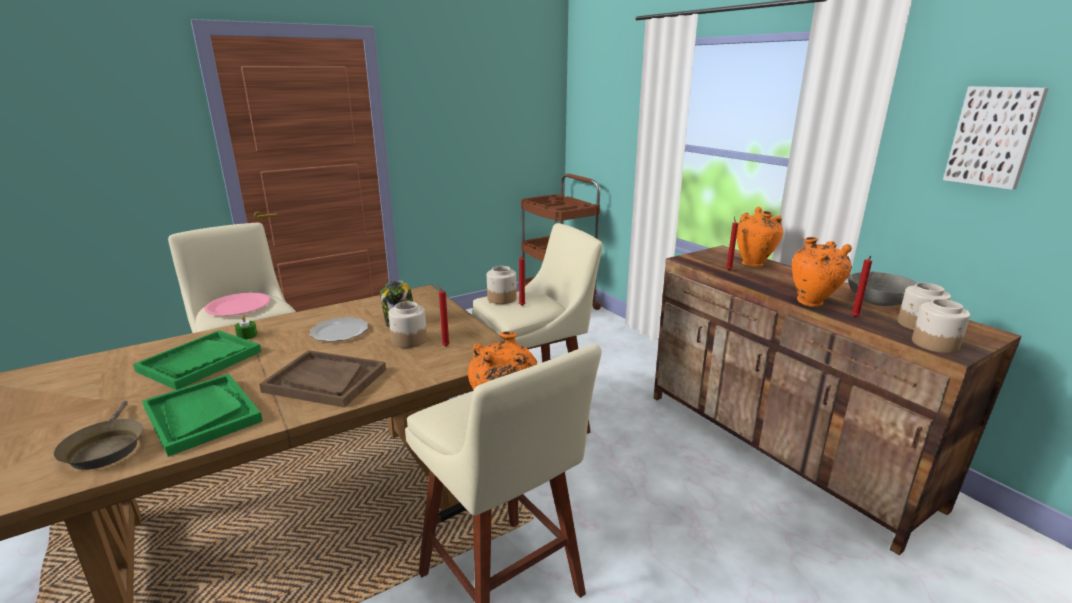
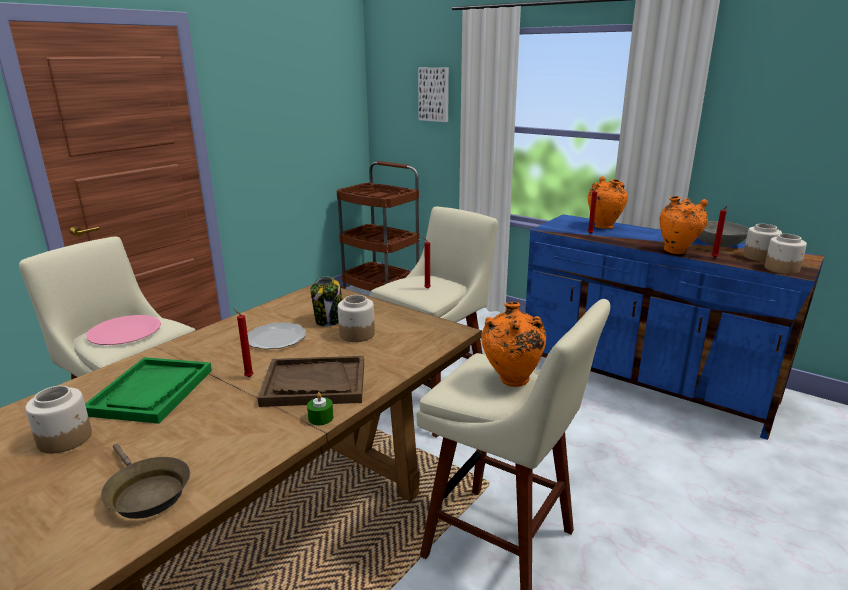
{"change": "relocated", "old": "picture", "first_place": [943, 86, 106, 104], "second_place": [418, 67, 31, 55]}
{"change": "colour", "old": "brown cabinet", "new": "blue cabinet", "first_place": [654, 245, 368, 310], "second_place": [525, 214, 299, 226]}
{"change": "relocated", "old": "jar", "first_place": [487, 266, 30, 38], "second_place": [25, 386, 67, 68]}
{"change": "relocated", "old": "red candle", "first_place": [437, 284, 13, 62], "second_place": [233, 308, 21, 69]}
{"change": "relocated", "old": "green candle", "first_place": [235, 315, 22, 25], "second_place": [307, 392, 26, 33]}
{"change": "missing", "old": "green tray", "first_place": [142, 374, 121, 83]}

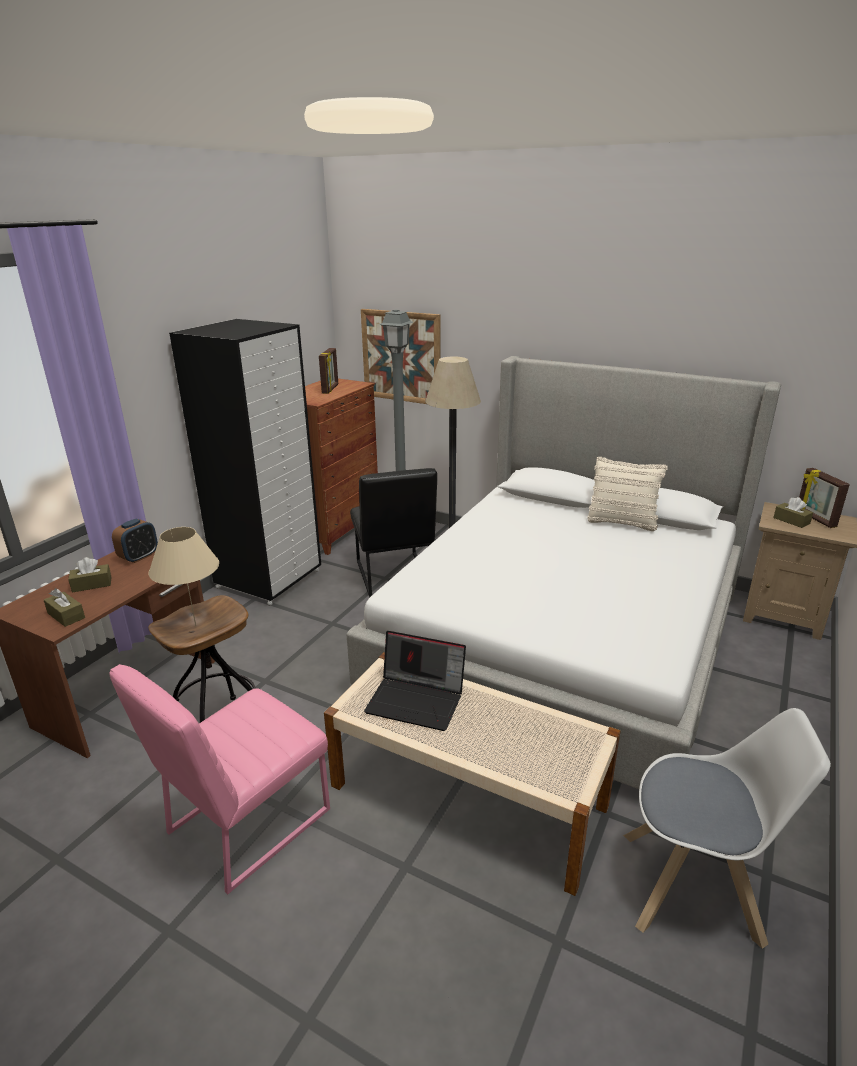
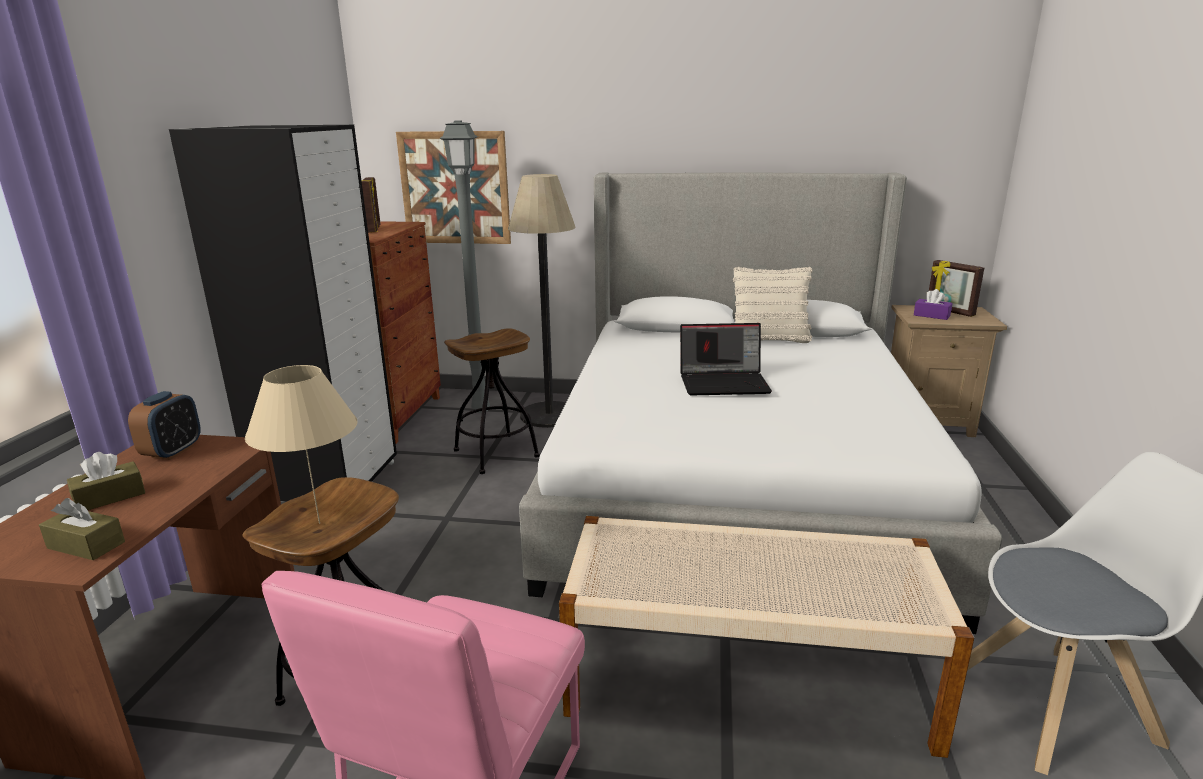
{"change": "exchanged", "old": "black chair", "new": "brown stool", "first_place": [350, 468, 87, 130], "second_place": [444, 328, 96, 146]}
{"change": "colour", "old": "brown tissue box", "new": "purple tissue box", "first_place": [773, 497, 40, 31], "second_place": [914, 289, 38, 31]}
{"change": "relocated", "old": "laptop", "first_place": [364, 631, 102, 100], "second_place": [680, 323, 92, 72]}

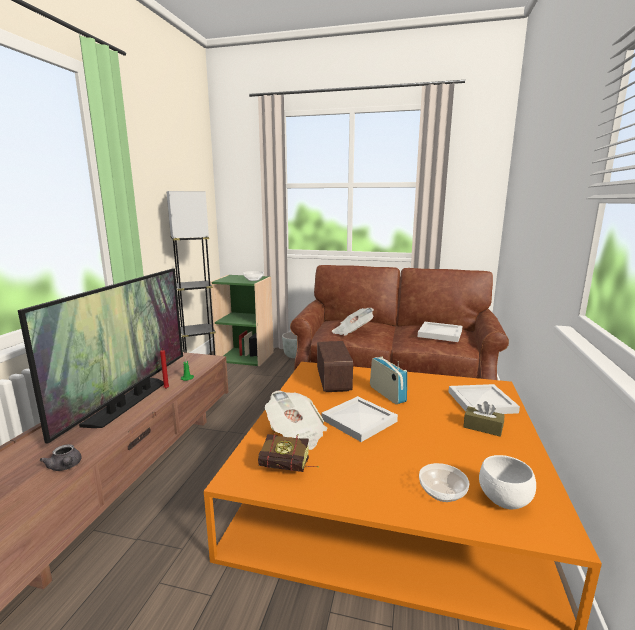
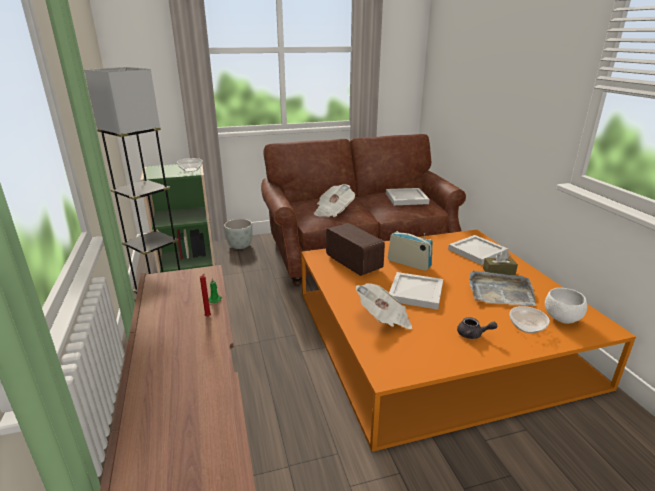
{"change": "missing", "old": "television", "first_place": [18, 268, 165, 176]}
{"change": "missing", "old": "book", "first_place": [258, 432, 61, 40]}
{"change": "relocated", "old": "grey teapot", "first_place": [40, 444, 42, 27], "second_place": [457, 317, 40, 22]}
{"change": "appeared", "new": "grey tray", "second_place": [469, 270, 68, 36]}

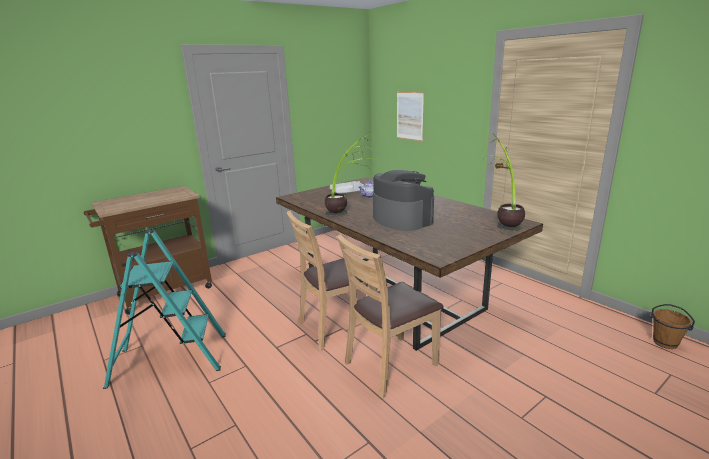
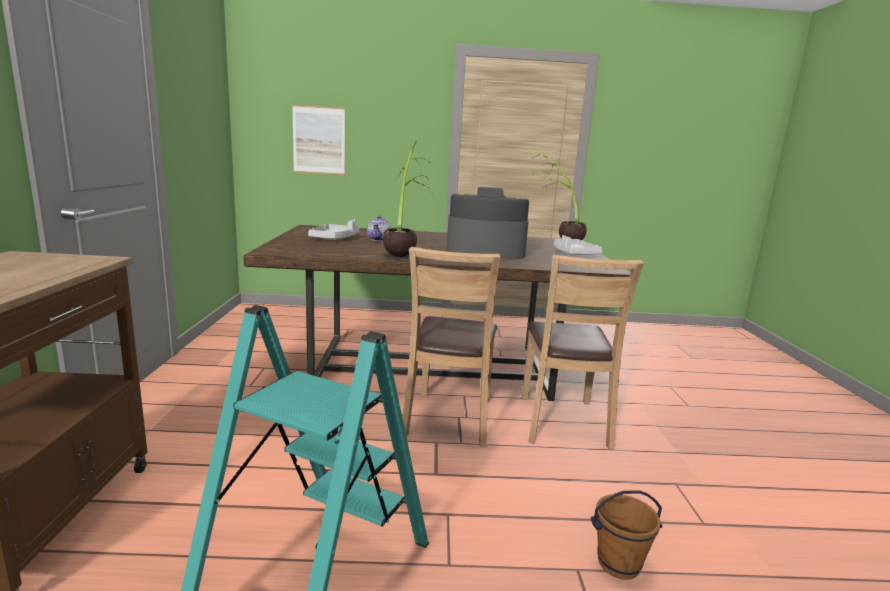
{"change": "relocated", "old": "brown bucket", "first_place": [650, 304, 45, 45], "second_place": [591, 490, 71, 90]}
{"change": "appeared", "new": "grey tray", "second_place": [554, 235, 49, 20]}

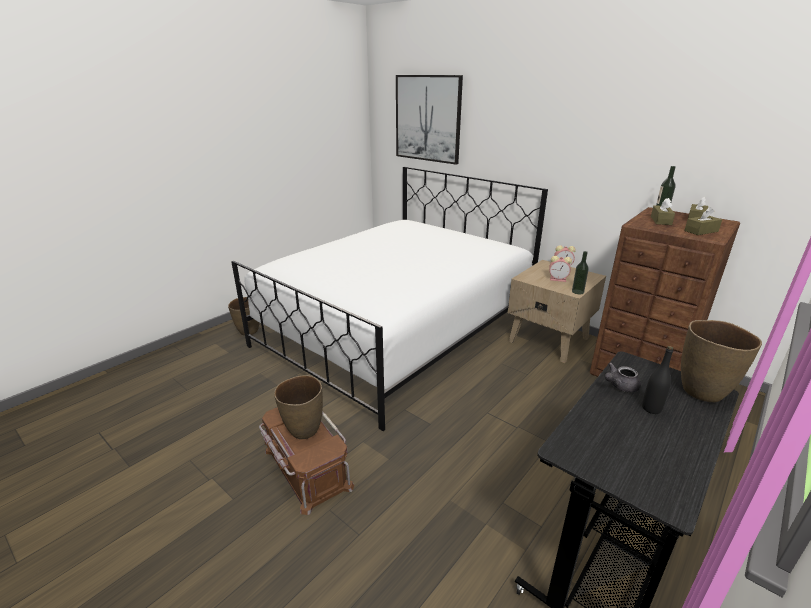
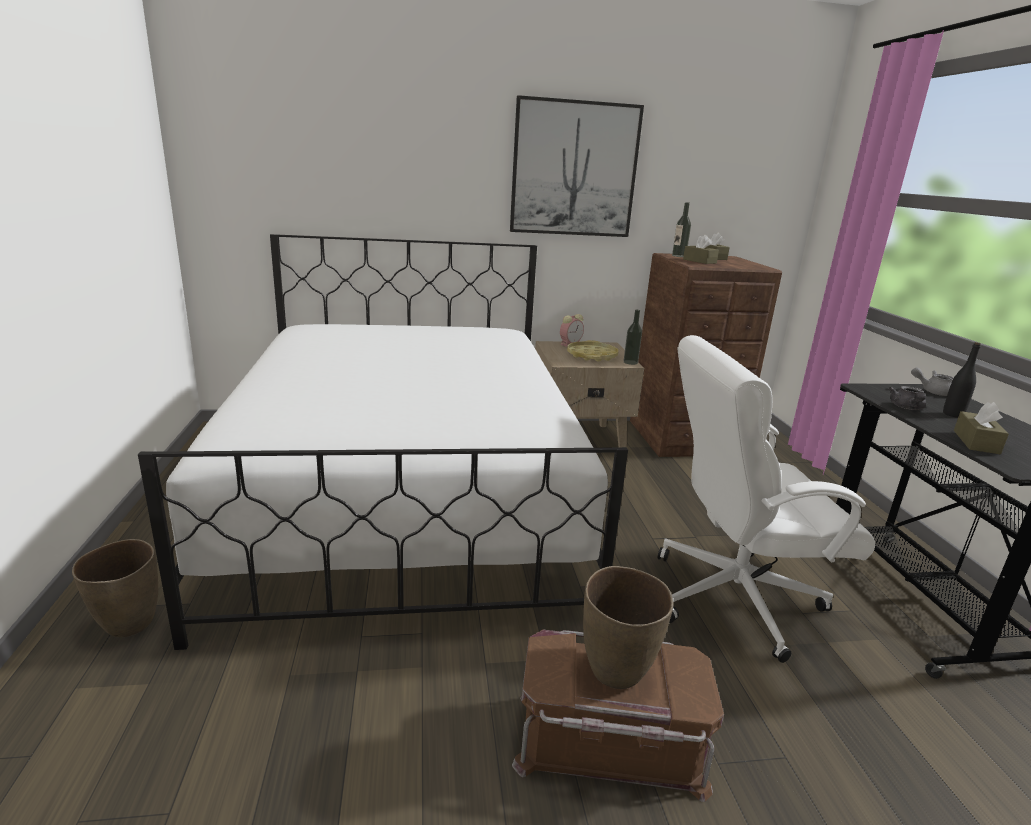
{"change": "relocated", "old": "picture", "first_place": [396, 75, 67, 90], "second_place": [510, 95, 134, 142]}
{"change": "relocated", "old": "brown tissue box", "first_place": [684, 207, 38, 28], "second_place": [954, 402, 55, 52]}
{"change": "exchanged", "old": "alarm clock", "new": "yellow tray", "first_place": [549, 256, 23, 26], "second_place": [567, 340, 51, 22]}
{"change": "exchanged", "old": "brown vase", "new": "grey teapot", "first_place": [681, 320, 81, 82], "second_place": [911, 368, 42, 28]}
{"change": "appeared", "new": "white office chair", "second_place": [657, 335, 218, 328]}

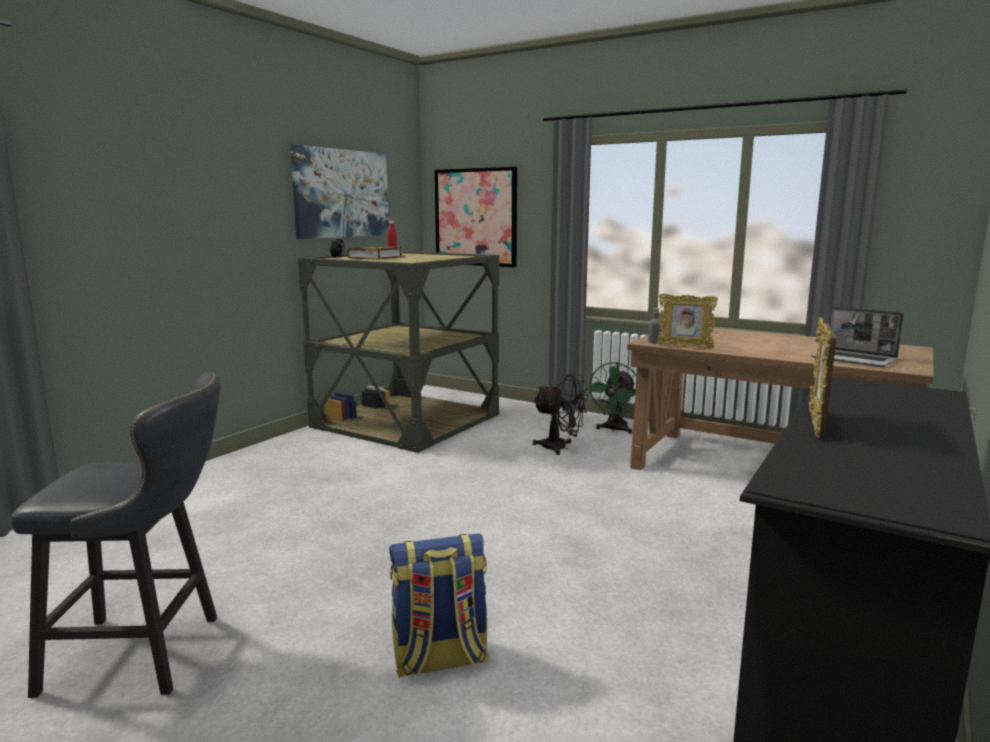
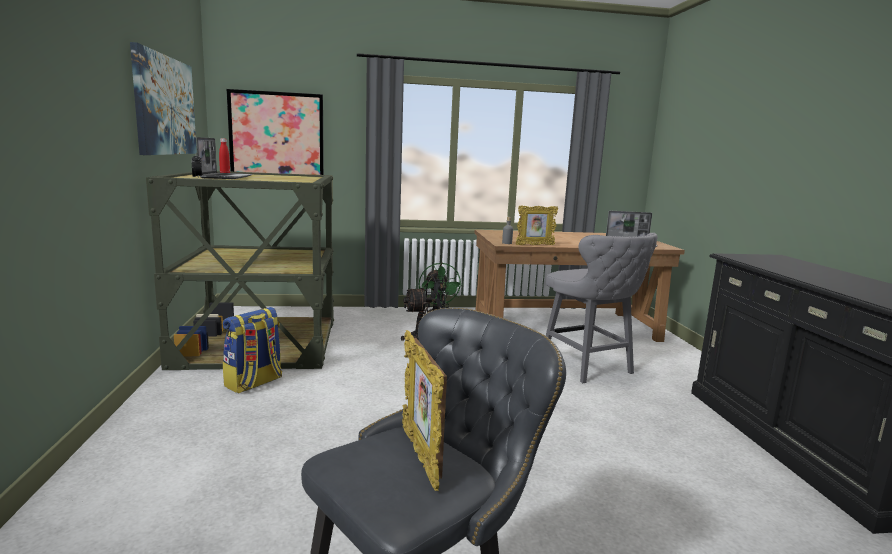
{"change": "exchanged", "old": "book", "new": "laptop", "first_place": [347, 246, 58, 14], "second_place": [197, 137, 55, 42]}
{"change": "relocated", "old": "picture frame", "first_place": [809, 317, 28, 120], "second_place": [402, 330, 45, 161]}
{"change": "relocated", "old": "backpack", "first_place": [389, 533, 100, 145], "second_place": [223, 307, 59, 86]}
{"change": "appeared", "new": "grey stool", "second_place": [546, 233, 111, 150]}

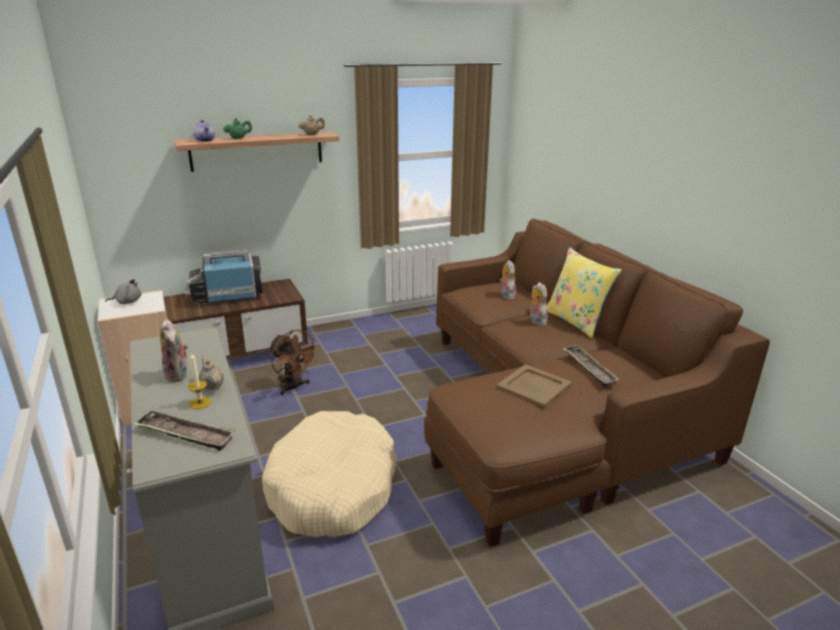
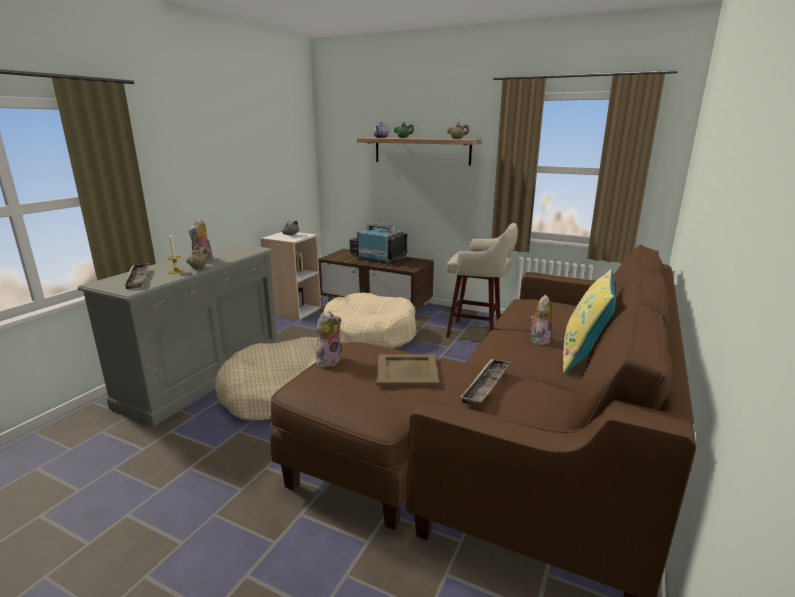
{"change": "relocated", "old": "plush toy", "first_place": [500, 260, 16, 40], "second_place": [316, 311, 25, 57]}
{"change": "exchanged", "old": "brown fan", "new": "beige dog bed", "first_place": [269, 330, 51, 65], "second_place": [323, 292, 94, 57]}
{"change": "appeared", "new": "beige stool", "second_place": [446, 223, 72, 115]}

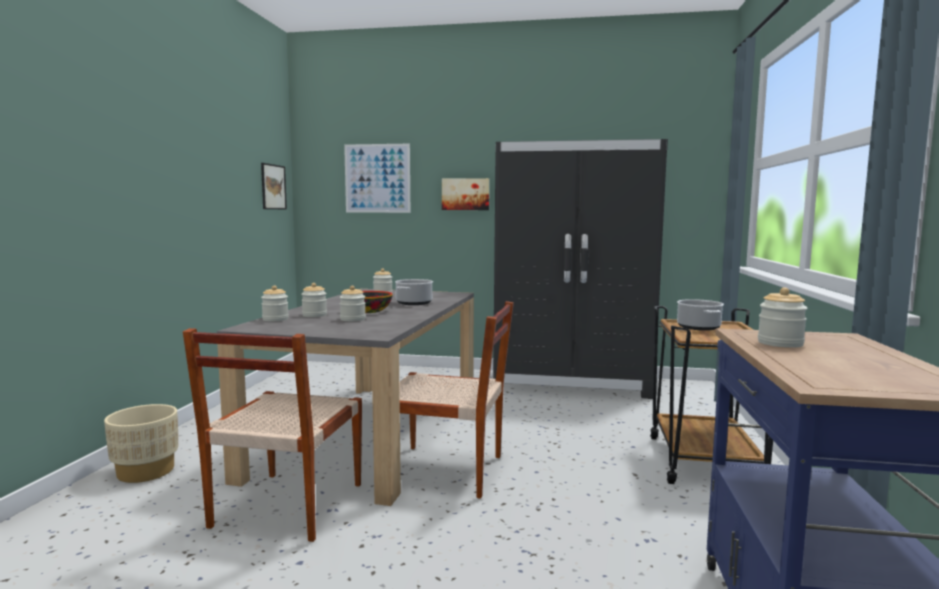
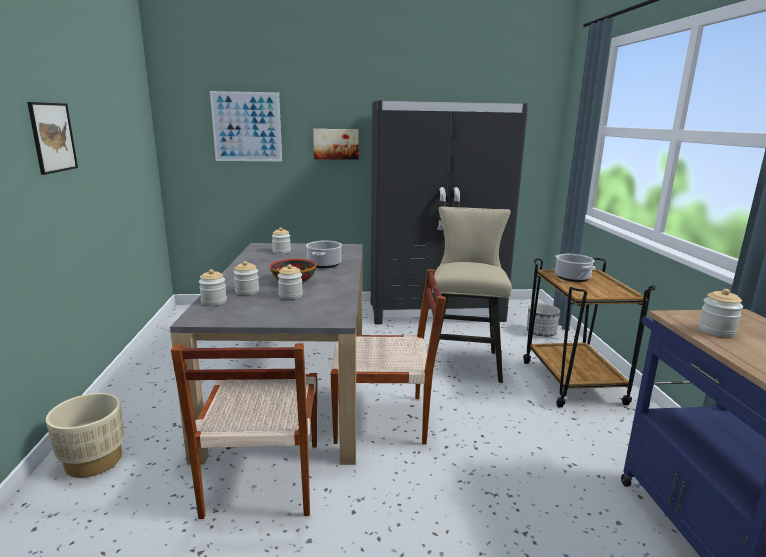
{"change": "relocated", "old": "picture", "first_place": [261, 163, 26, 46], "second_place": [27, 102, 51, 73]}
{"change": "appeared", "new": "beige stool", "second_place": [432, 207, 80, 176]}
{"change": "appeared", "new": "planter", "second_place": [527, 304, 33, 33]}

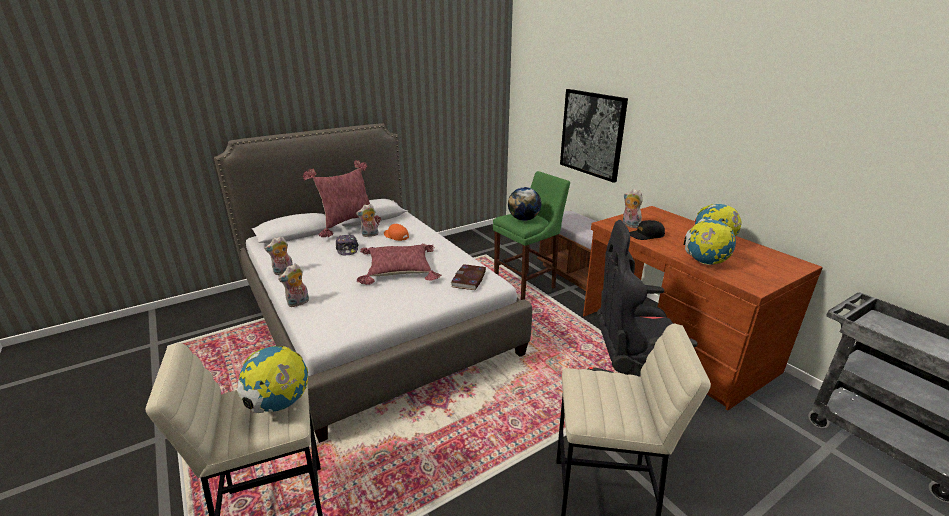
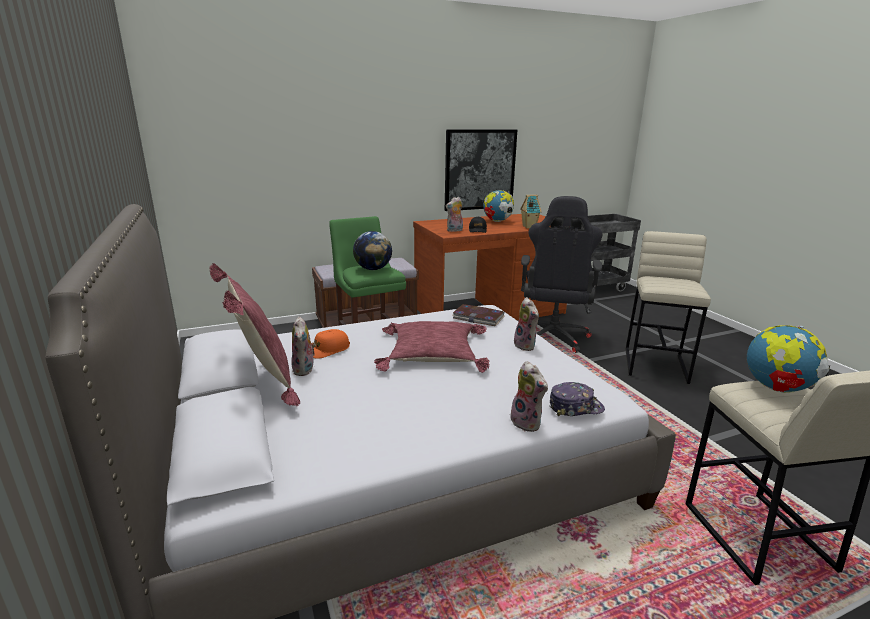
{"change": "relocated", "old": "picture", "first_place": [560, 89, 68, 94], "second_place": [445, 129, 72, 82]}
{"change": "exchanged", "old": "globe", "new": "toy house", "first_place": [683, 219, 53, 46], "second_place": [520, 195, 22, 33]}
{"change": "relocated", "old": "cap", "first_place": [336, 235, 23, 20], "second_place": [549, 382, 56, 34]}
{"change": "relocated", "old": "plush toy", "first_place": [264, 236, 29, 39], "second_place": [514, 297, 25, 54]}

